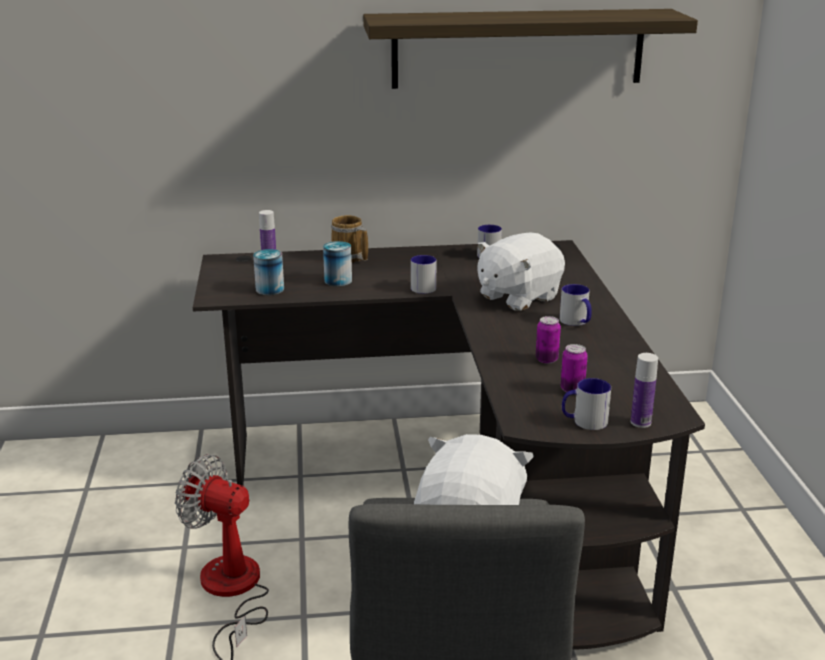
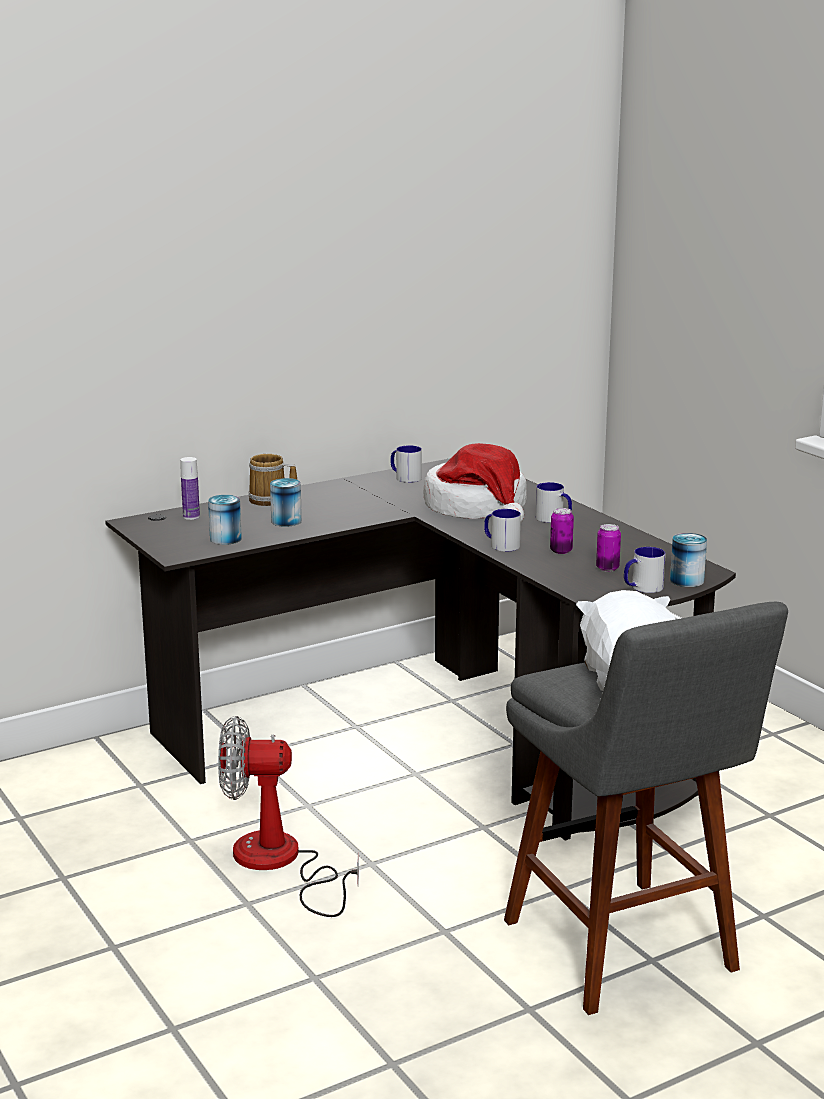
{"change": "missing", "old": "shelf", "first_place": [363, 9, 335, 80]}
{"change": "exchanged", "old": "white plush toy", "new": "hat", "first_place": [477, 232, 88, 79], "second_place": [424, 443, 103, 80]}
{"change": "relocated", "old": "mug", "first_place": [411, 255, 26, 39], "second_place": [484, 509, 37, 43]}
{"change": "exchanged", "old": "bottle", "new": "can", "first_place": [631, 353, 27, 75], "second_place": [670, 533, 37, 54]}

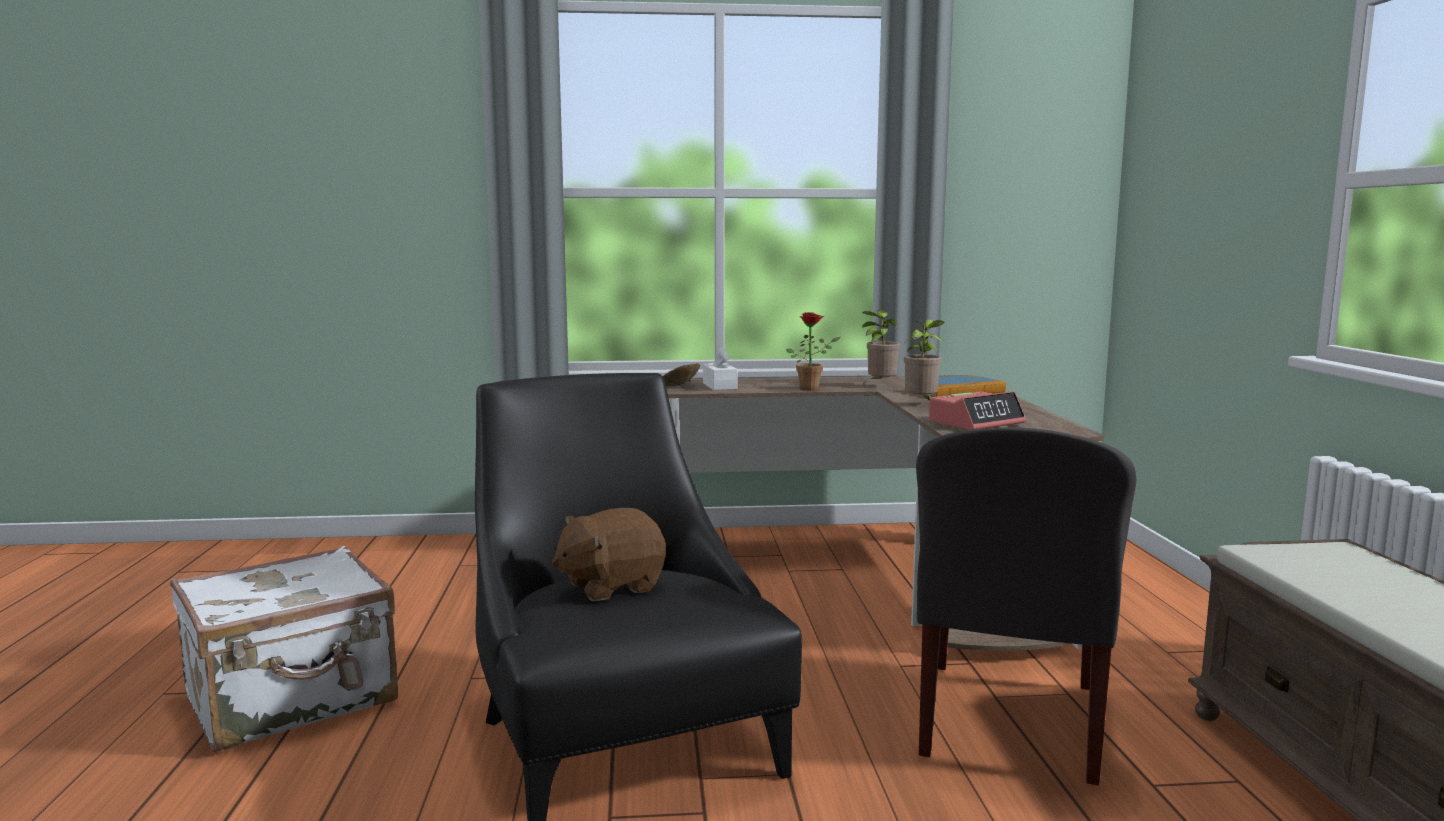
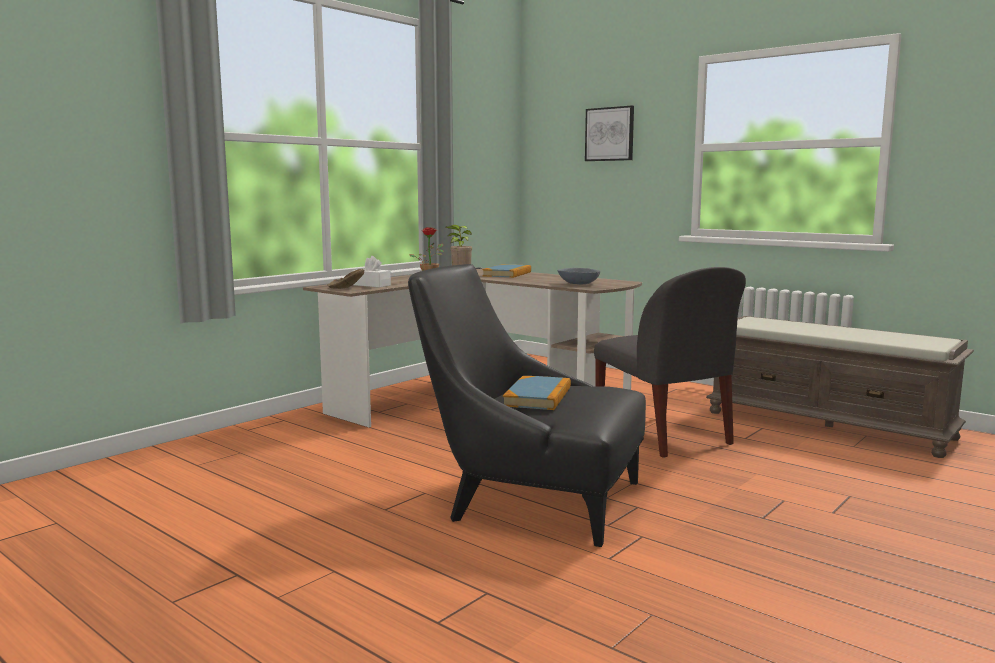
{"change": "missing", "old": "potted plant", "first_place": [904, 320, 40, 81]}
{"change": "exchanged", "old": "alarm clock", "new": "grey bowl", "first_place": [929, 391, 97, 39], "second_place": [558, 268, 42, 16]}
{"change": "exchanged", "old": "brown plush toy", "new": "book", "first_place": [551, 508, 115, 93], "second_place": [503, 376, 68, 34]}
{"change": "missing", "old": "white suitcase", "first_place": [170, 546, 228, 206]}
{"change": "appeared", "new": "picture", "second_place": [585, 106, 49, 55]}

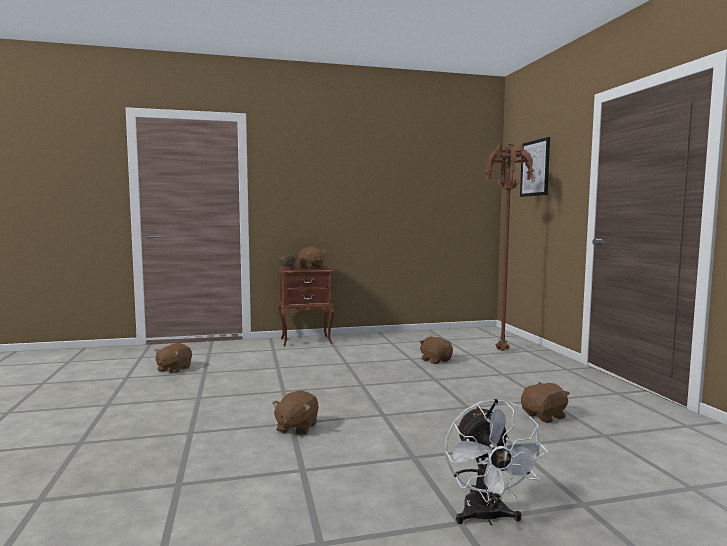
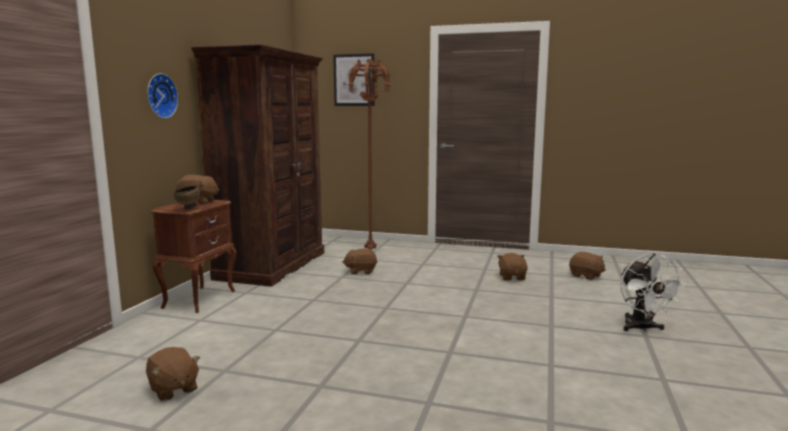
{"change": "relocated", "old": "brown plush toy", "first_place": [272, 390, 47, 46], "second_place": [569, 252, 37, 28]}
{"change": "spun", "old": "white fan", "first_place": [445, 399, 103, 126], "second_place": [621, 253, 66, 79], "degrees": 60}
{"change": "appeared", "new": "brown wardrobe", "second_place": [191, 44, 133, 243]}
{"change": "appeared", "new": "wall clock", "second_place": [147, 73, 31, 45]}

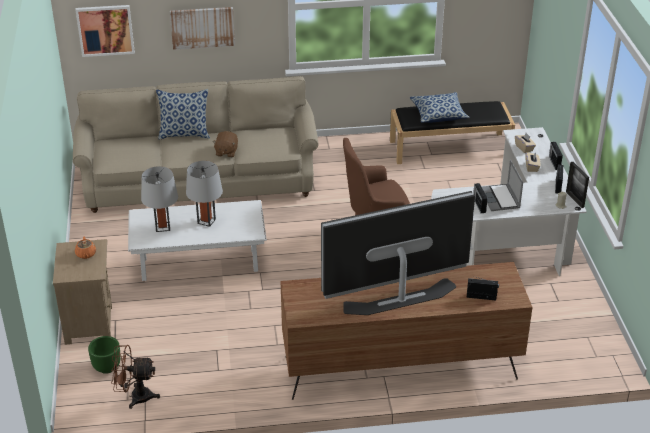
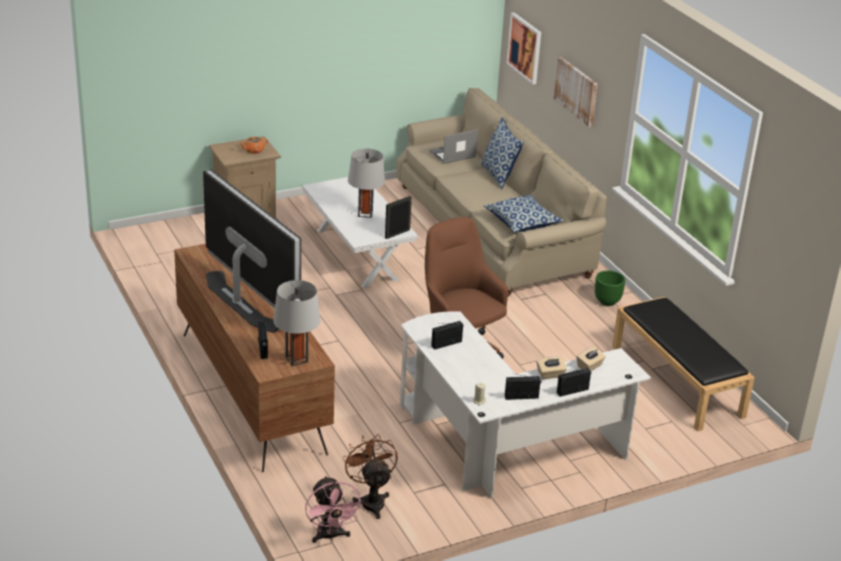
{"change": "relocated", "old": "pillow", "first_place": [410, 92, 60, 31], "second_place": [484, 195, 80, 38]}
{"change": "missing", "old": "brown plush toy", "first_place": [212, 131, 26, 27]}
{"change": "relocated", "old": "laptop", "first_place": [482, 160, 41, 51], "second_place": [430, 129, 48, 35]}
{"change": "relocated", "old": "picture frame", "first_place": [566, 162, 23, 46], "second_place": [385, 196, 27, 43]}
{"change": "relocated", "old": "grey table lamp", "first_place": [141, 166, 37, 66], "second_place": [273, 280, 48, 86]}
{"change": "relocated", "old": "green planter", "first_place": [88, 336, 33, 38], "second_place": [595, 270, 30, 36]}
{"change": "relocated", "old": "brown fan", "first_place": [111, 345, 49, 64], "second_place": [343, 434, 55, 85]}
{"change": "appeared", "new": "pink fan", "second_place": [305, 476, 58, 67]}

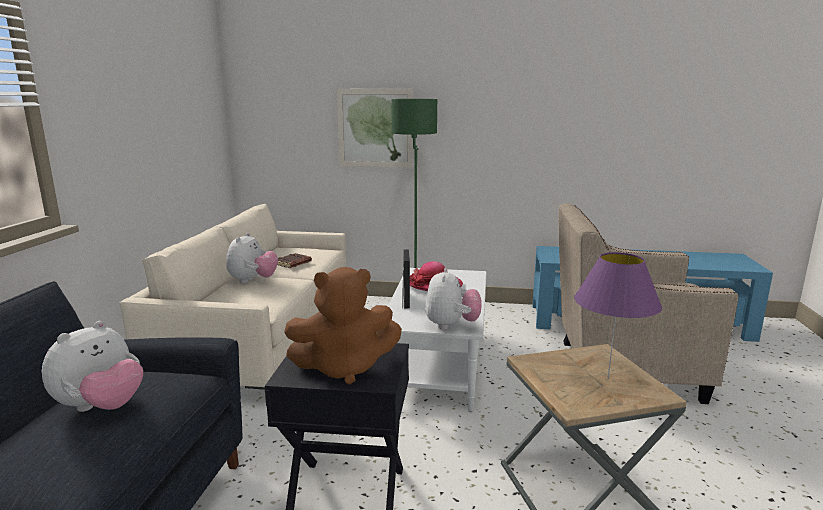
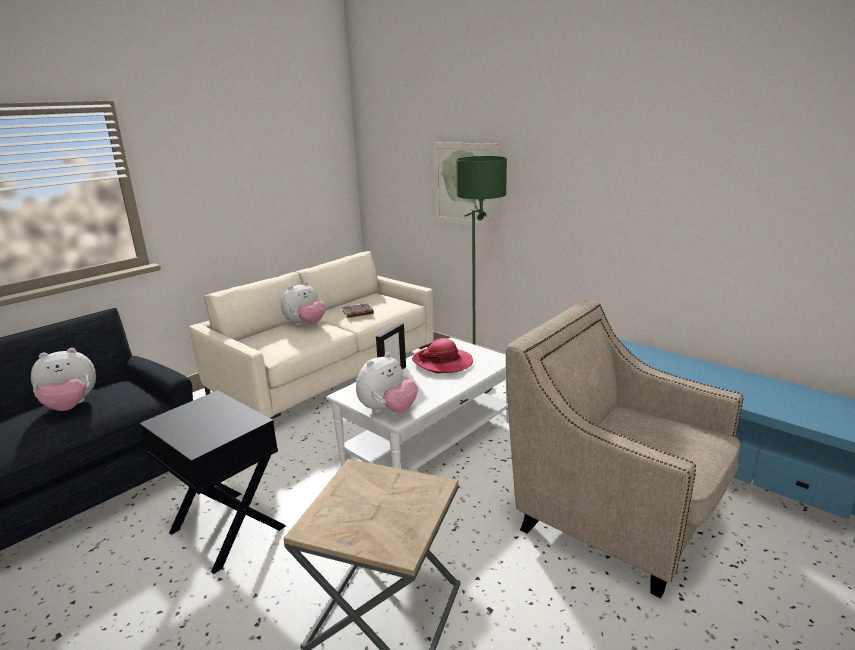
{"change": "missing", "old": "purple table lamp", "first_place": [574, 252, 88, 127]}
{"change": "missing", "old": "brown plush toy", "first_place": [284, 267, 118, 118]}

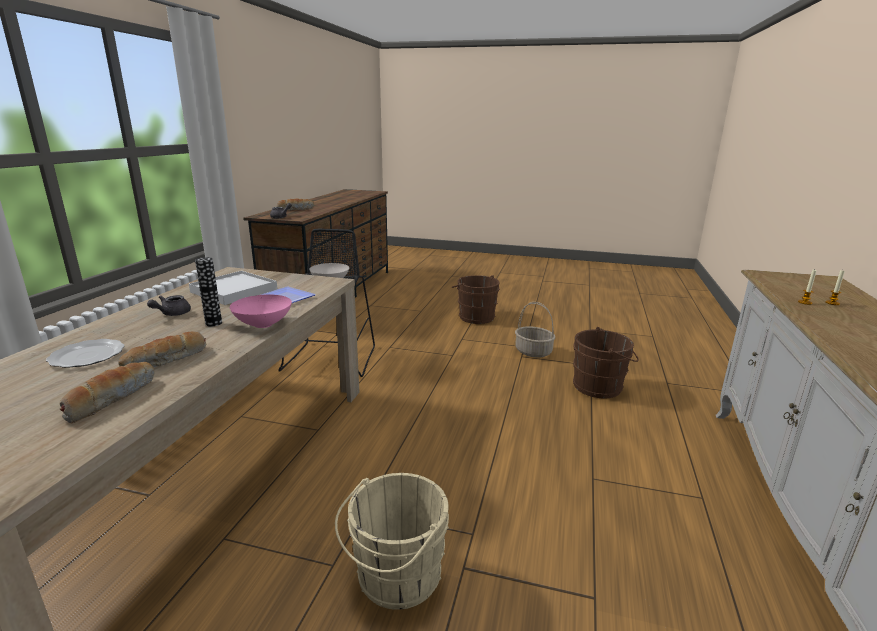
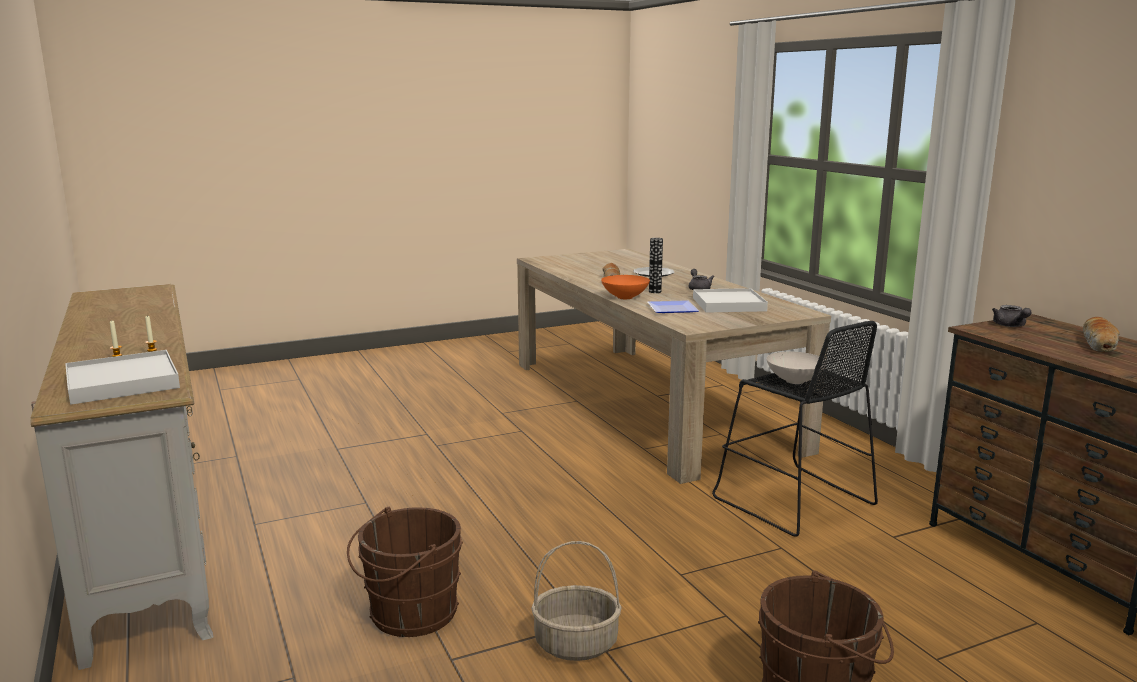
{"change": "colour", "old": "pink bowl", "new": "orange bowl", "first_place": [230, 294, 62, 34], "second_place": [601, 275, 49, 24]}
{"change": "missing", "old": "bread", "first_place": [60, 362, 94, 61]}
{"change": "missing", "old": "beige bucket", "first_place": [335, 473, 114, 137]}
{"change": "appeared", "new": "white tray", "second_place": [65, 350, 115, 55]}

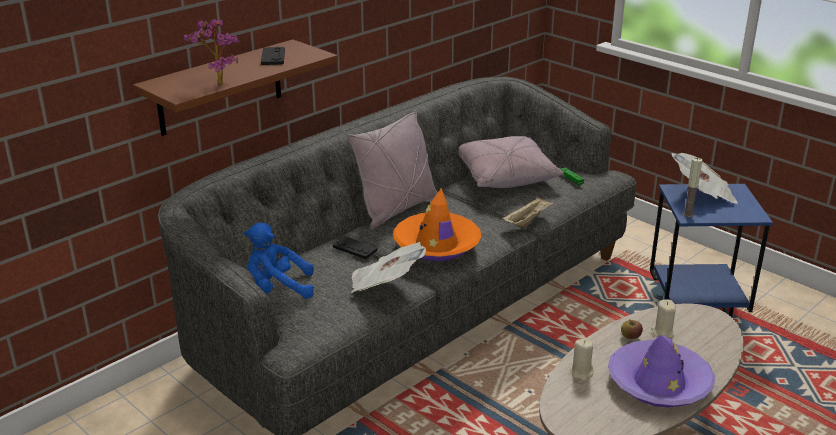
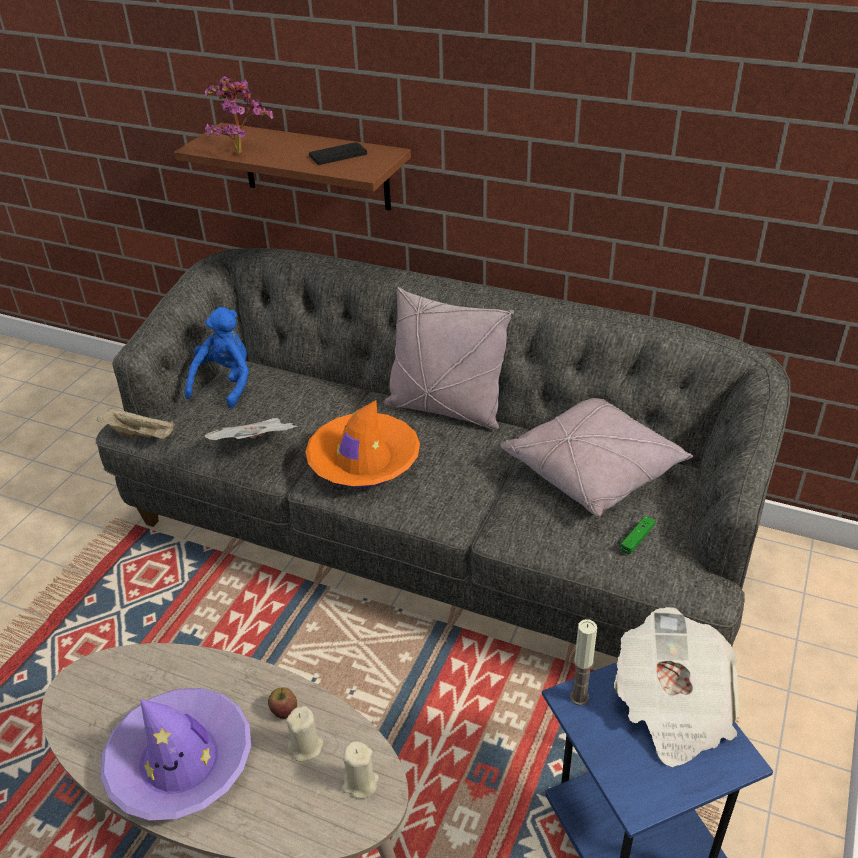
{"change": "relocated", "old": "beige tray", "first_place": [503, 196, 52, 31], "second_place": [97, 407, 78, 32]}
{"change": "spun", "old": "blue plush toy", "first_place": [244, 222, 70, 77], "second_place": [185, 307, 64, 101], "degrees": 45}
{"change": "missing", "old": "black game controller", "first_place": [333, 236, 45, 23]}
{"change": "relocated", "old": "beige candle", "first_place": [570, 339, 24, 42], "second_place": [342, 741, 37, 58]}

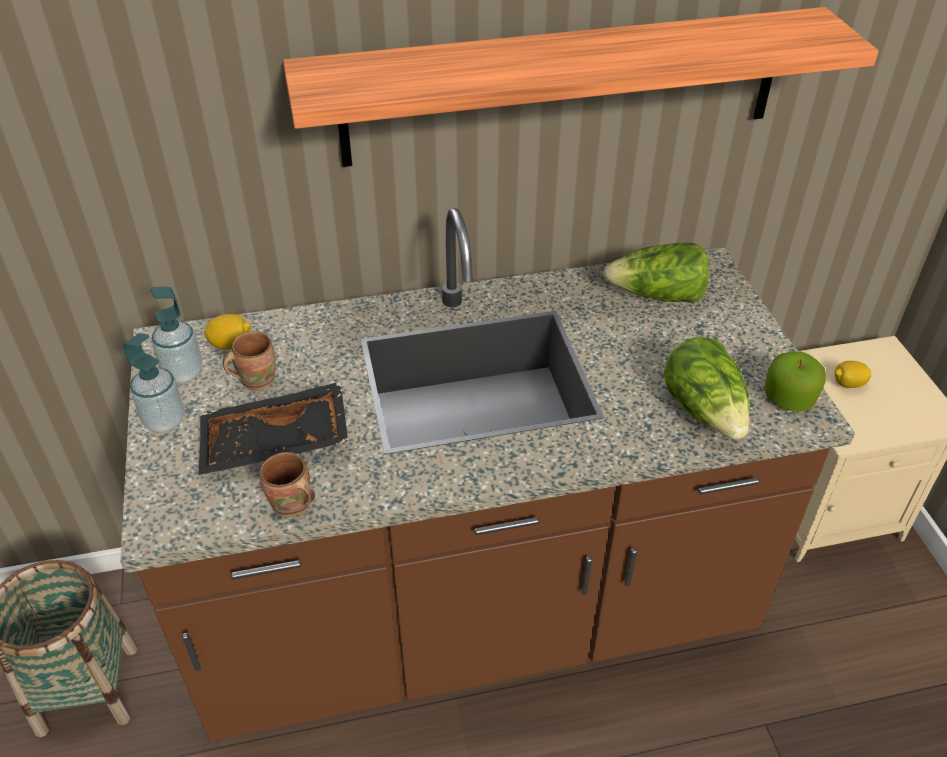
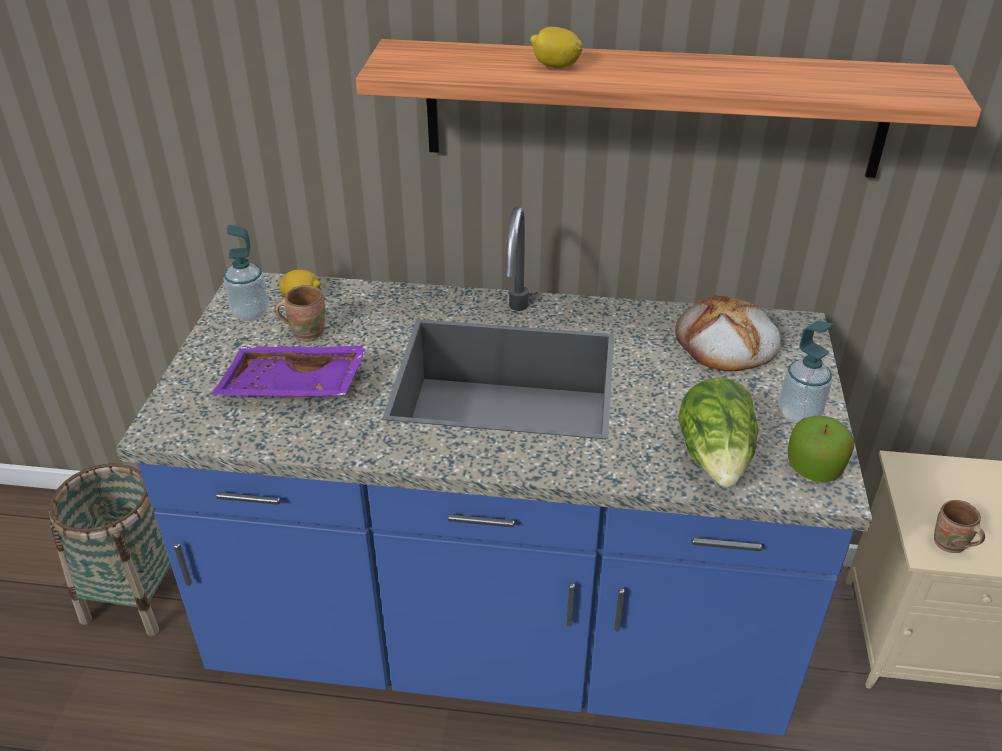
{"change": "colour", "old": "brown counter", "new": "blue counter", "first_place": [120, 208, 735, 533], "second_place": [116, 207, 756, 529]}
{"change": "exchanged", "old": "lettuce", "new": "bread", "first_place": [603, 242, 106, 61], "second_place": [675, 295, 106, 76]}
{"change": "relocated", "old": "soap dispenser", "first_place": [123, 333, 61, 99], "second_place": [779, 321, 54, 103]}
{"change": "relocated", "old": "lemon", "first_place": [835, 361, 36, 27], "second_place": [530, 27, 53, 41]}
{"change": "colour", "old": "black tray", "new": "purple tray", "first_place": [198, 382, 150, 93], "second_place": [210, 345, 158, 53]}
{"change": "relocated", "old": "brown mug", "first_place": [260, 452, 55, 65], "second_place": [934, 500, 51, 53]}

